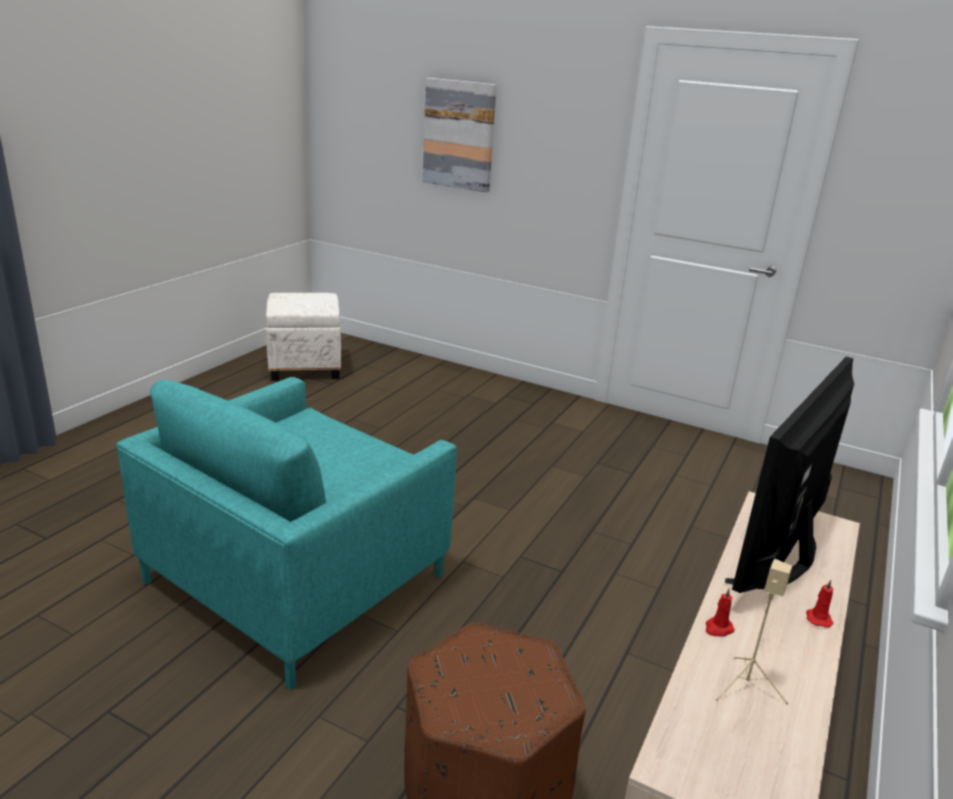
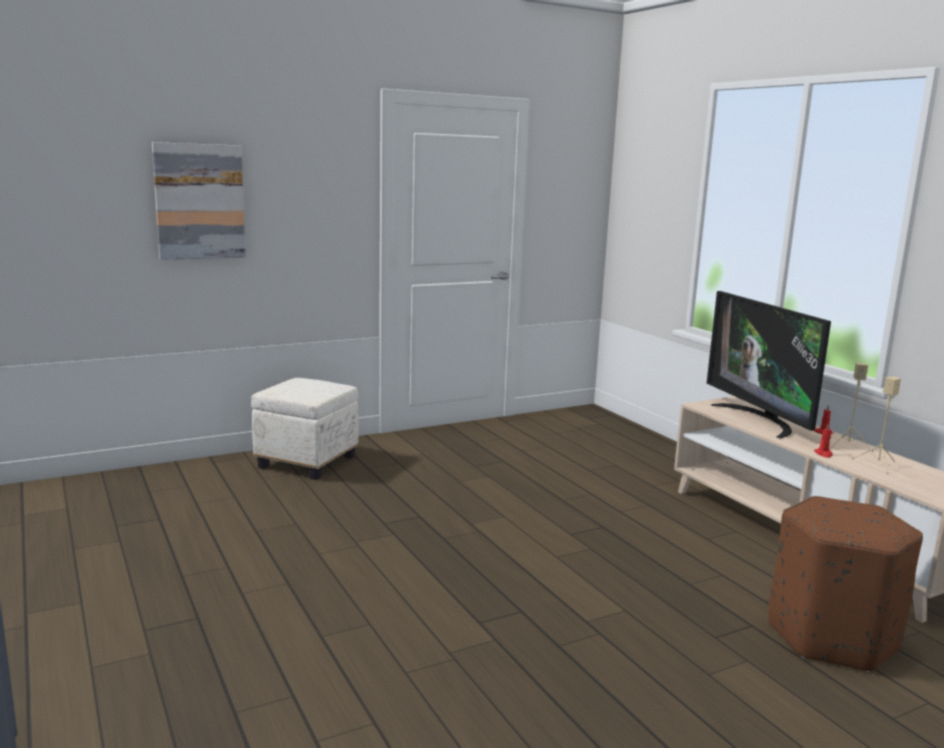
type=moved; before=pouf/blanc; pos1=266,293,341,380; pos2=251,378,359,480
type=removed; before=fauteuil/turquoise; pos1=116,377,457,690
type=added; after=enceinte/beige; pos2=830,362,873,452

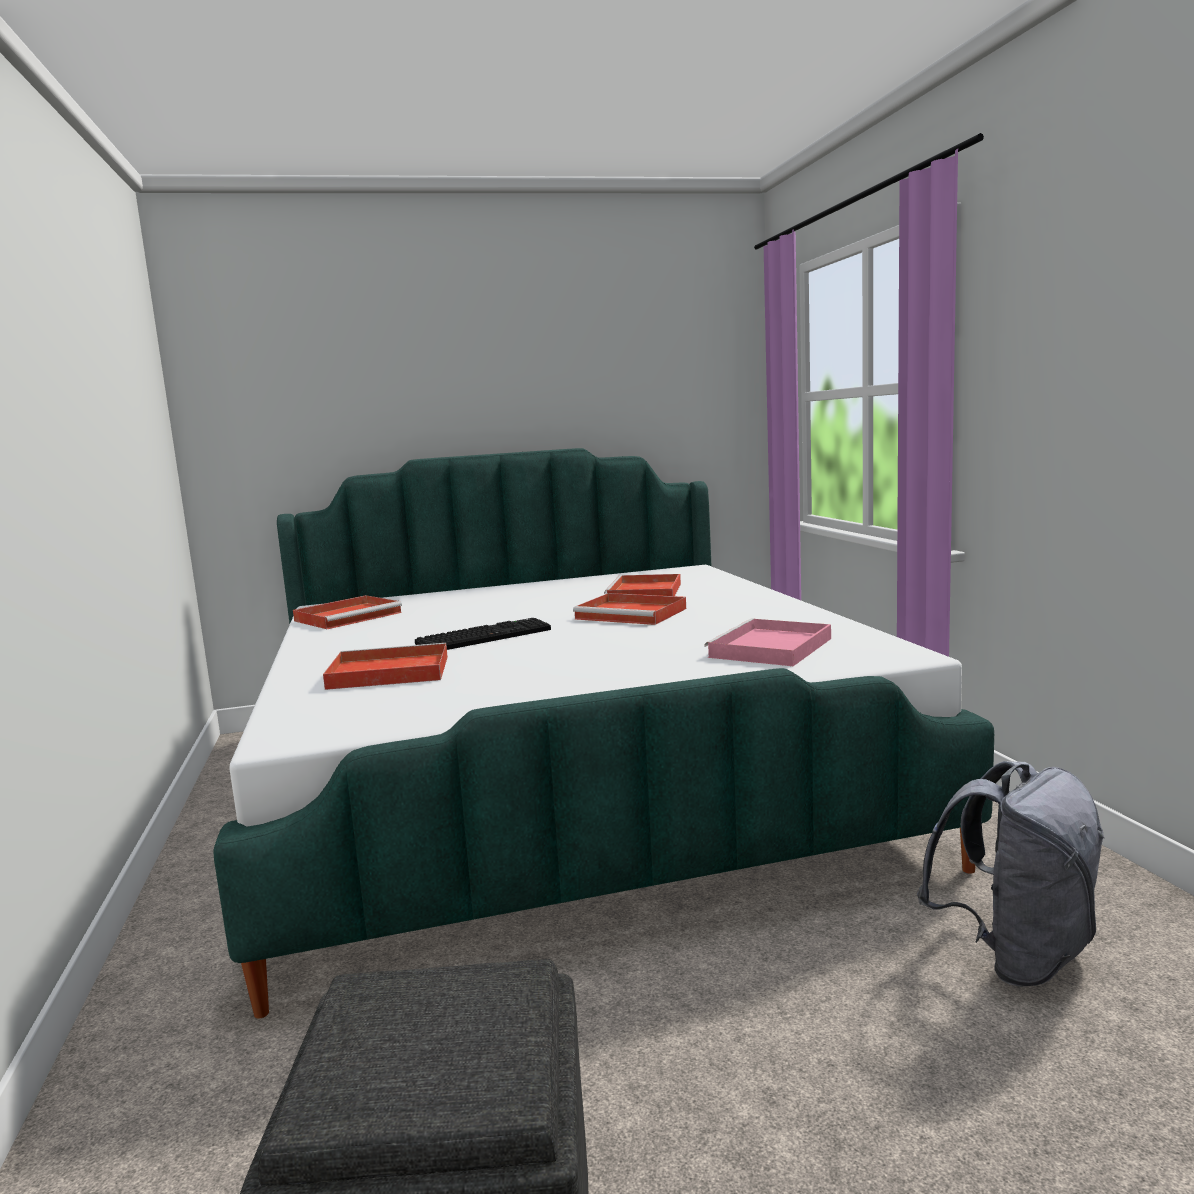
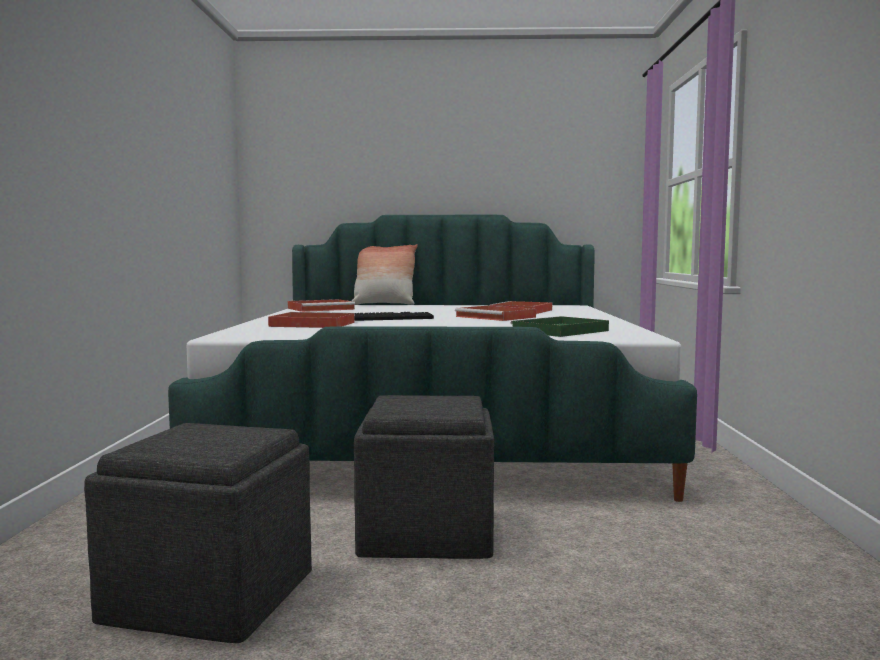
type=recoloured; before=plateau/rose; after=plateau/vert; pos1=705,618,831,666; pos2=511,316,609,337
type=removed; before=sac à dos/gris; pos1=917,761,1104,987
type=added; after=coussin; pos2=352,244,418,305
type=added; after=pouf/gris; pos2=354,395,494,559

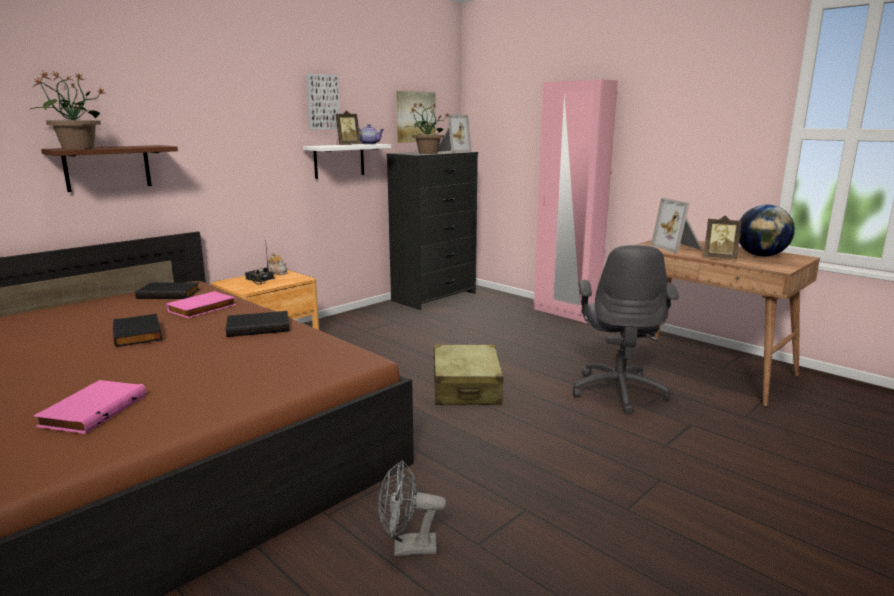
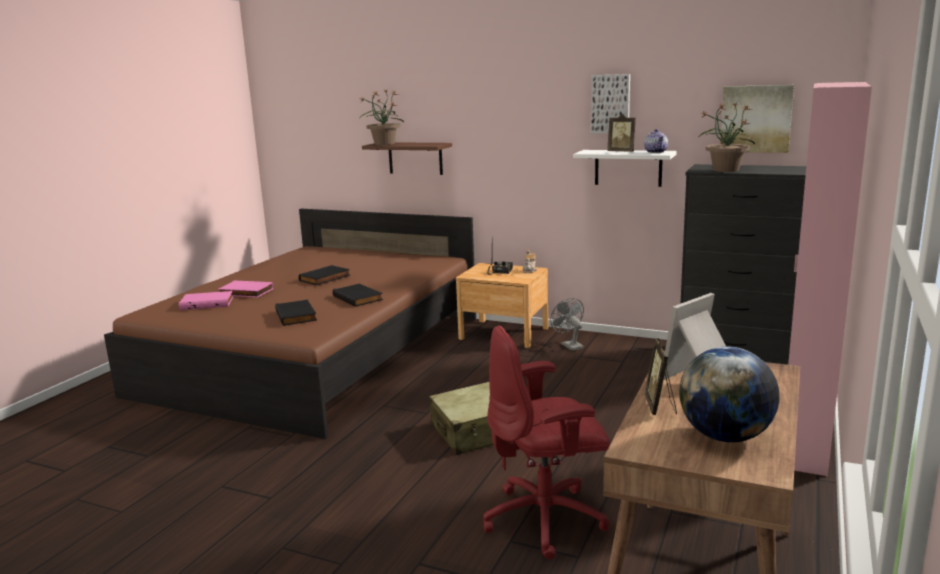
type=removed; before=cadre photo; pos1=438,115,472,153
type=recoloured; before=chaise de bureau/gris; after=chaise de bureau/rouge; pos1=573,245,679,414; pos2=483,326,610,559
type=moved; before=livre/noir; pos1=135,282,200,299; pos2=275,300,317,326
type=moved; before=livre/rose; pos1=166,291,236,318; pos2=218,280,273,298
type=moved; before=ventilateur/gris; pos1=378,460,447,556; pos2=550,298,584,351

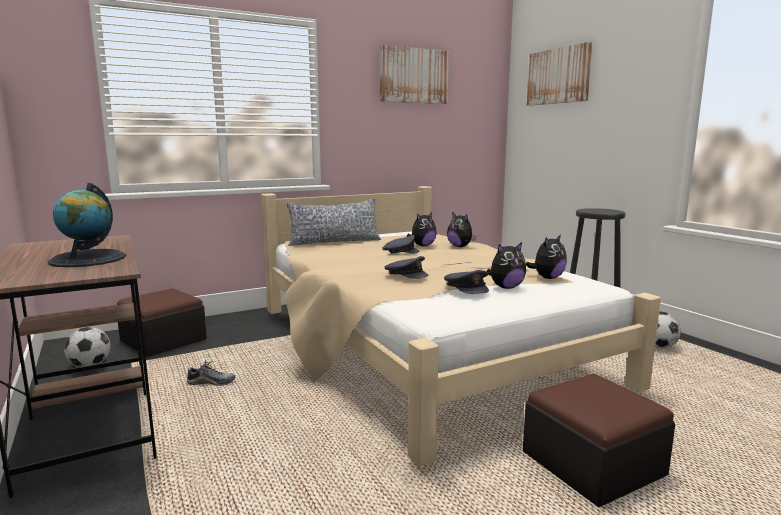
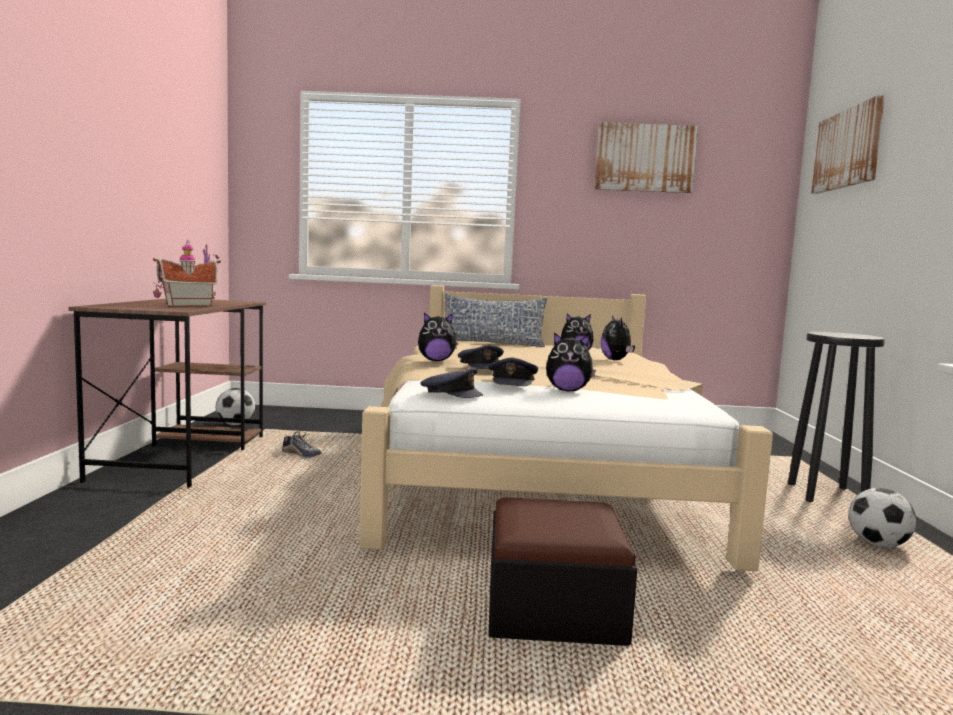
type=replaced; before=globe; after=maison miniature; pos1=48,183,126,267; pos2=153,240,221,306
type=moved; before=peluche; pos1=526,234,567,279; pos2=418,312,458,361
type=moved; before=casquette/gris; pos1=382,235,419,254; pos2=420,367,483,398
type=removed; before=pouf; pos1=117,288,207,357

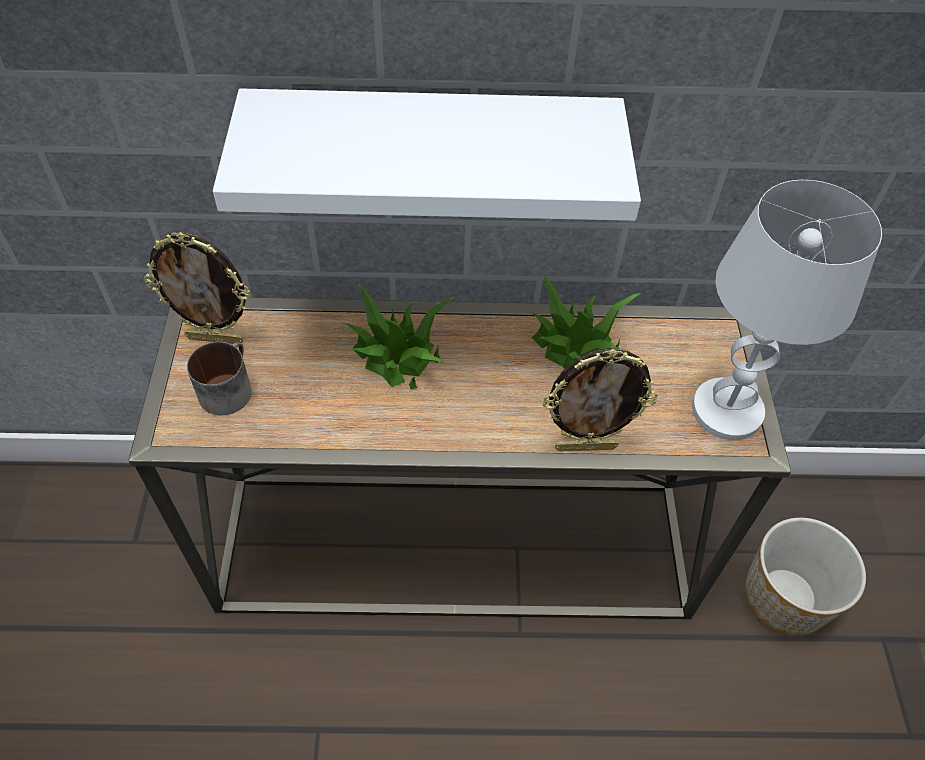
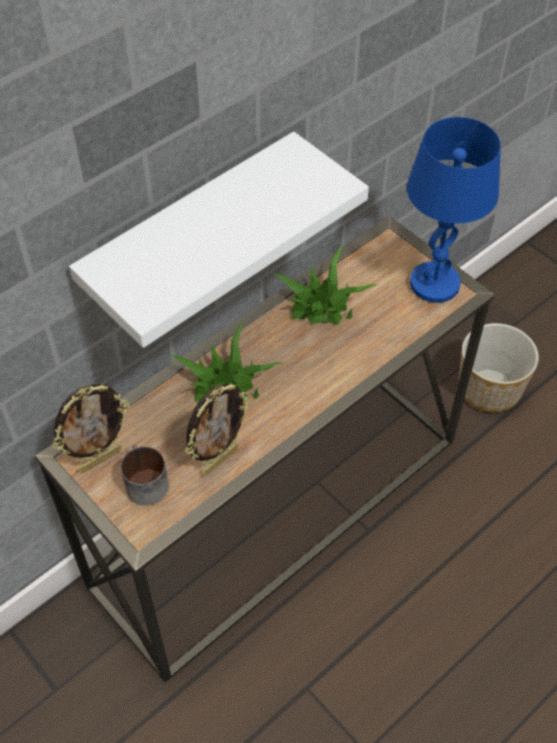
type=recoloured; before=lampe de table/blanc; after=lampe de table/bleu; pos1=692,180,882,440; pos2=407,117,501,303
type=moved; before=cadre photo; pos1=543,348,658,451; pos2=185,383,250,476

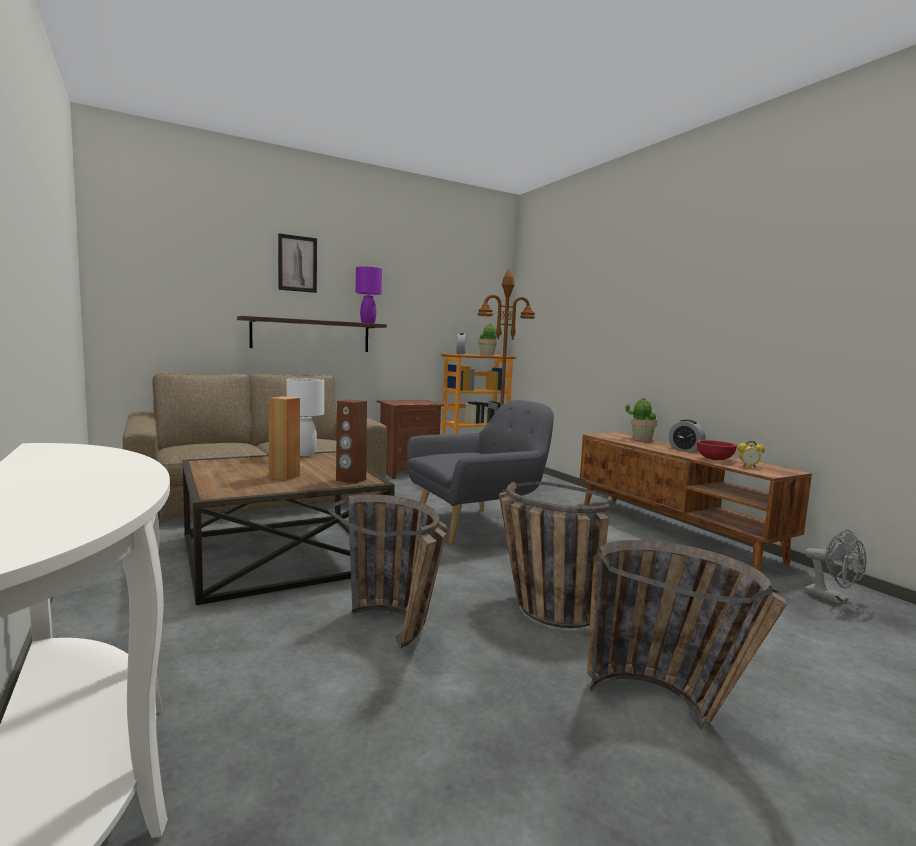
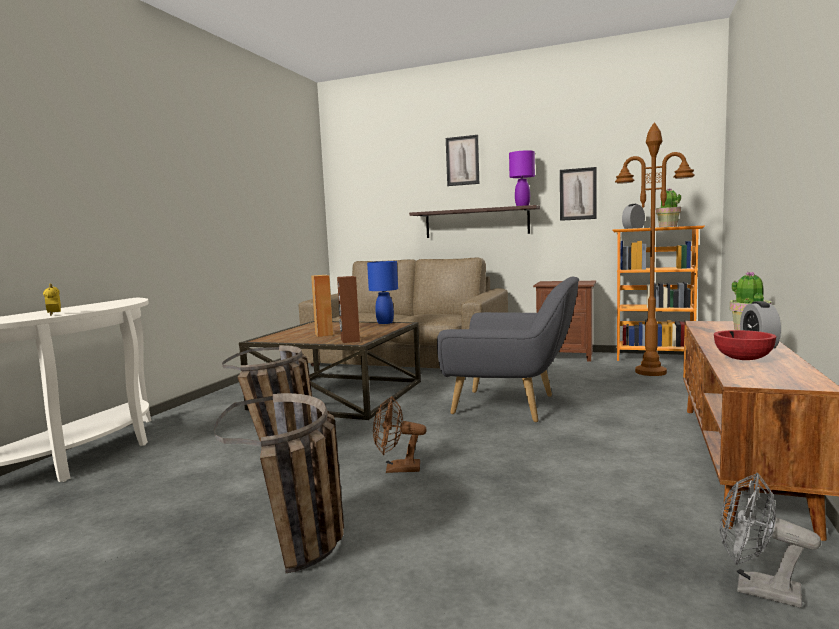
type=recoloured; before=lampe de table/blanc; after=lampe de table/bleu; pos1=286,378,324,456; pos2=367,261,398,324
type=moved; before=réveil; pos1=737,441,765,467; pos2=43,284,61,316
type=replaced; before=panier; after=ventilateur/marron; pos1=499,481,610,628; pos2=373,396,427,473
type=turned; before=ventilateur/gris; pos1=805,530,866,604; pos2=720,473,821,608; turn=105
type=added; after=tableau; pos2=560,167,597,221

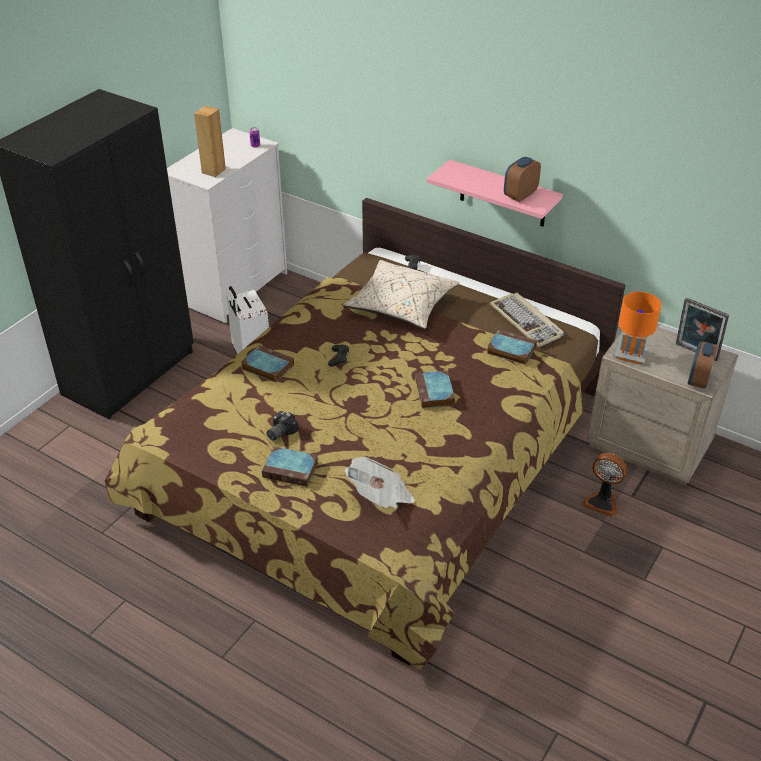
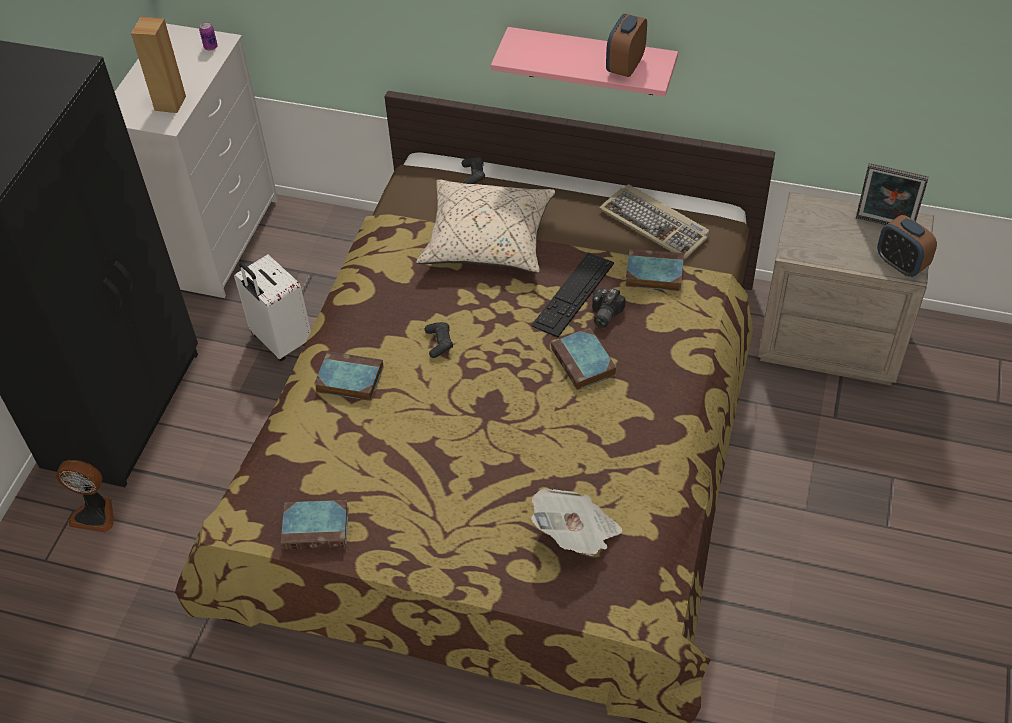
type=removed; before=lampe de table/orange; pos1=614,291,661,364
type=turned; before=réveil; pos1=688,341,718,389; pos2=877,215,937,277; turn=-45
type=moved; before=appareil photo; pos1=267,411,299,441; pos2=592,288,626,328
type=moved; before=livre; pos1=262,446,319,487; pos2=281,500,349,550
type=moved; before=ventilateur; pos1=582,453,627,517; pos2=56,460,114,532
type=added; after=clavier; pos2=531,253,614,338

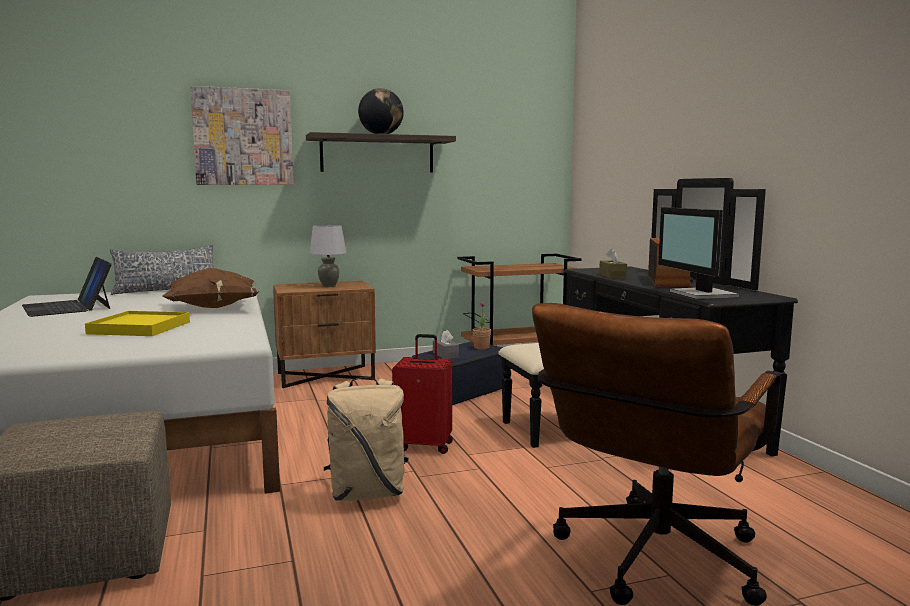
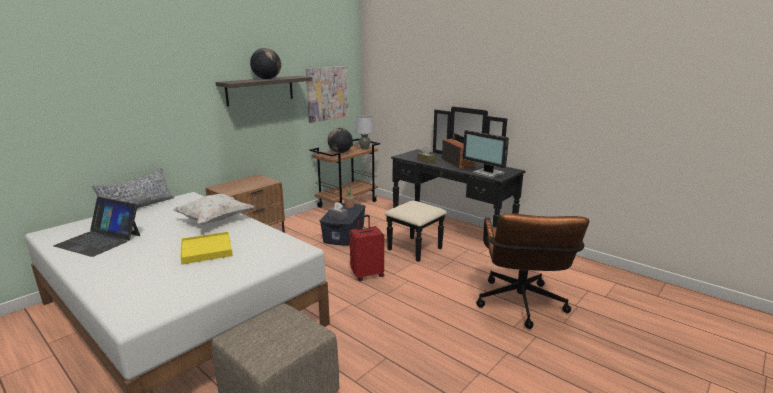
type=moved; before=tableau; pos1=190,86,294,185; pos2=306,66,349,123
type=moved; before=lampe de table/gris; pos1=310,225,347,287; pos2=355,116,374,150
type=recoloured; before=coussin/marron; after=coussin/blanc; pos1=162,268,259,308; pos2=173,194,254,225
type=removed; before=sac à dos/beige; pos1=324,377,409,501
type=added; after=globe; pos2=328,128,353,153

